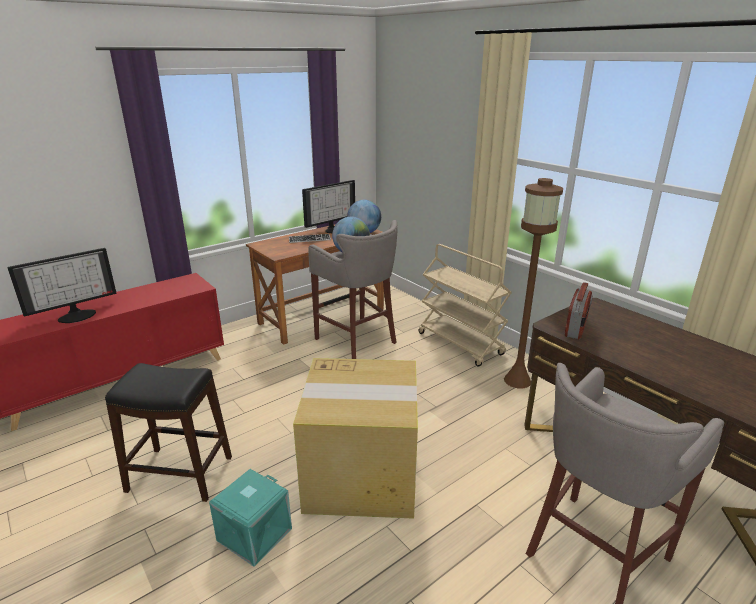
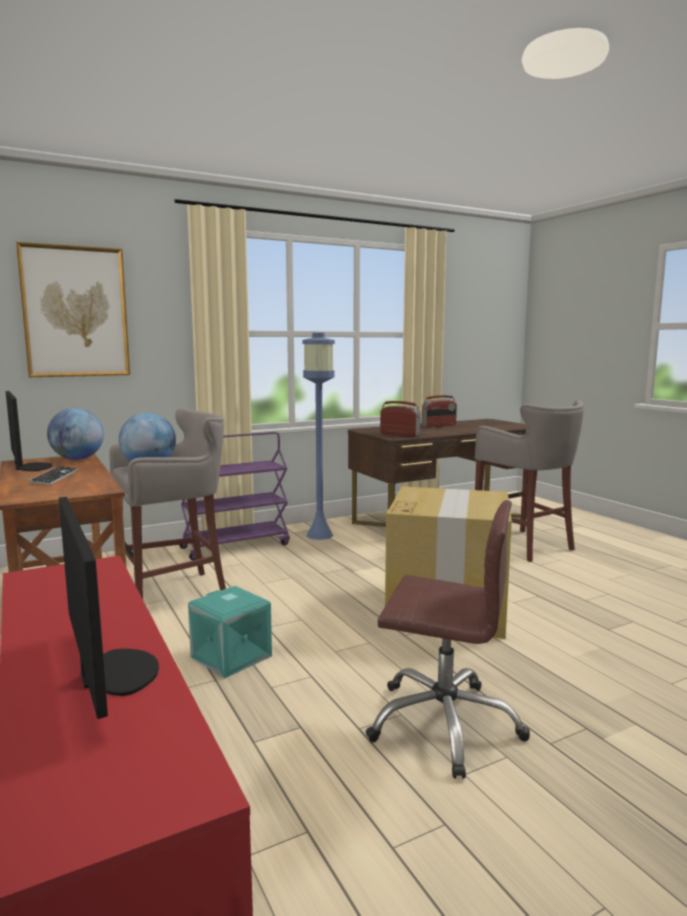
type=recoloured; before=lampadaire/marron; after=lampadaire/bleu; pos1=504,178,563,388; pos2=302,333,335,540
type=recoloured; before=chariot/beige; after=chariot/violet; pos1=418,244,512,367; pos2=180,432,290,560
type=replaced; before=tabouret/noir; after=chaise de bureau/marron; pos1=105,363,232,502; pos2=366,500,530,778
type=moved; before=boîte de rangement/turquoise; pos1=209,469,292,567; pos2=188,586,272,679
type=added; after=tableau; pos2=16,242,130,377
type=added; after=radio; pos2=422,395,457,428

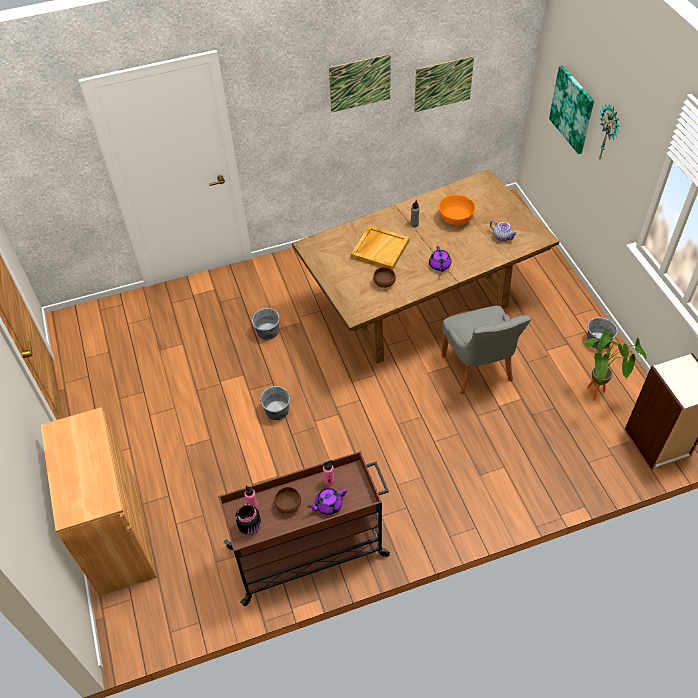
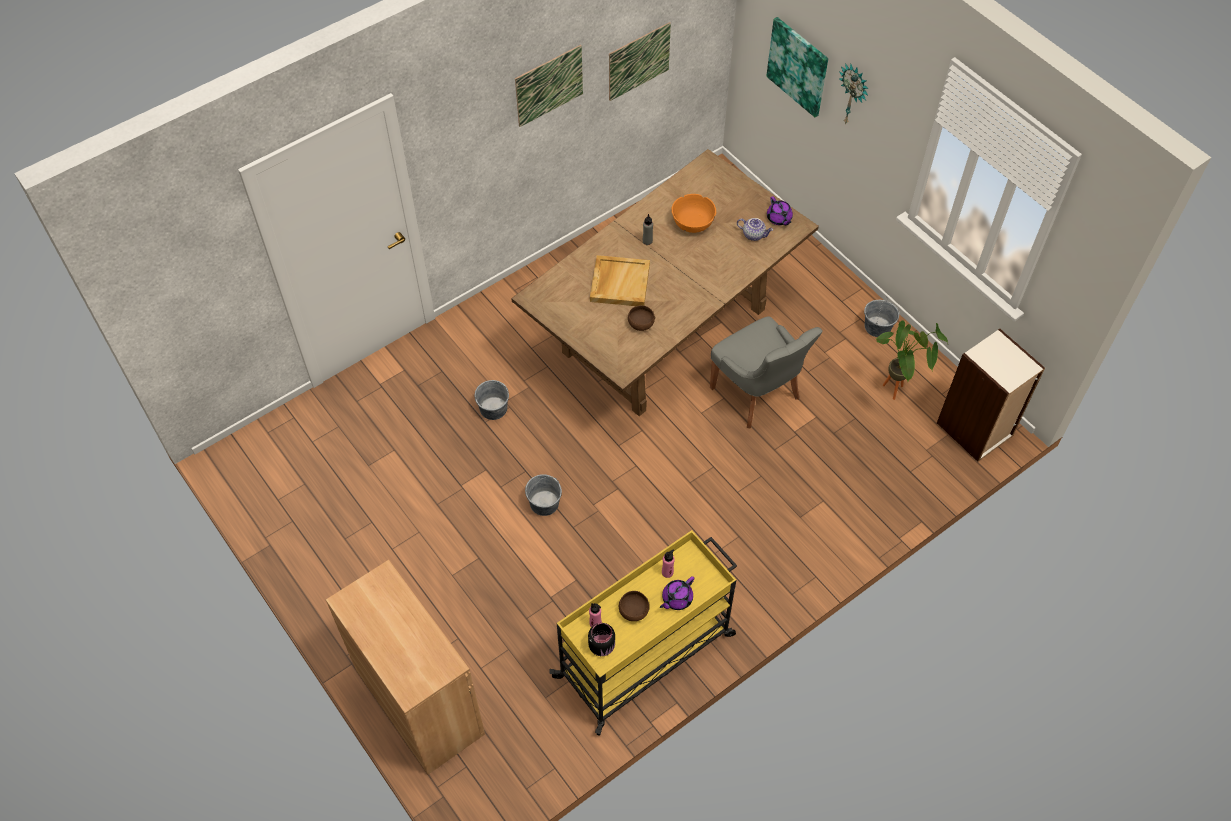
type=moved; before=théière/violet; pos1=429,246,451,271; pos2=767,196,793,225
type=recoloured; before=chariot/marron; after=chariot/jaune; pos1=218,451,390,606; pos2=549,530,737,736

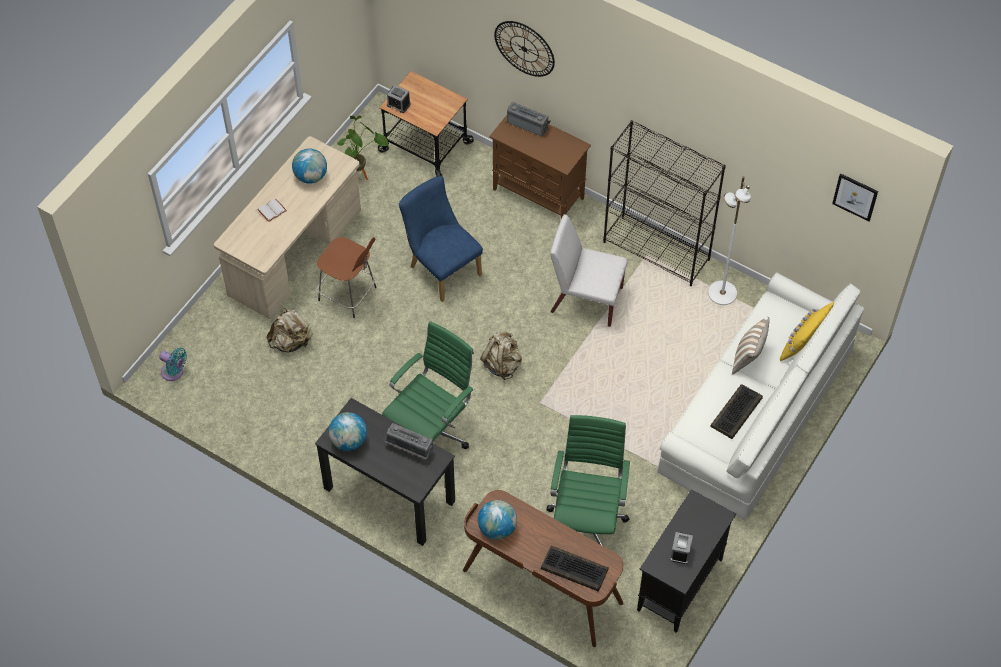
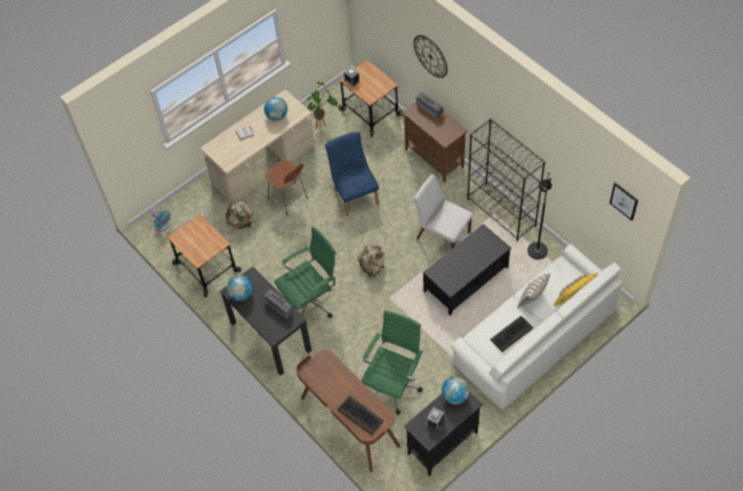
type=recoloured; before=lampadaire/blanc; after=lampadaire/noir; pos1=708,176,751,305; pos2=527,171,552,259
type=moved; before=globe; pos1=478,500,517,540; pos2=442,376,470,405
type=added; after=chariot; pos2=167,214,241,297
type=added; after=table basse/noir; pos2=423,224,511,315

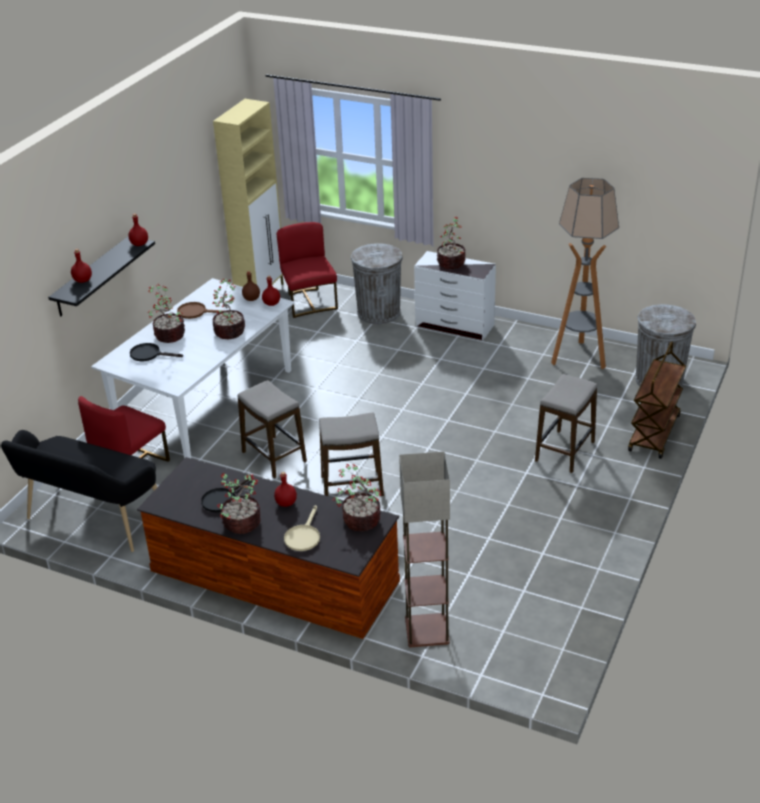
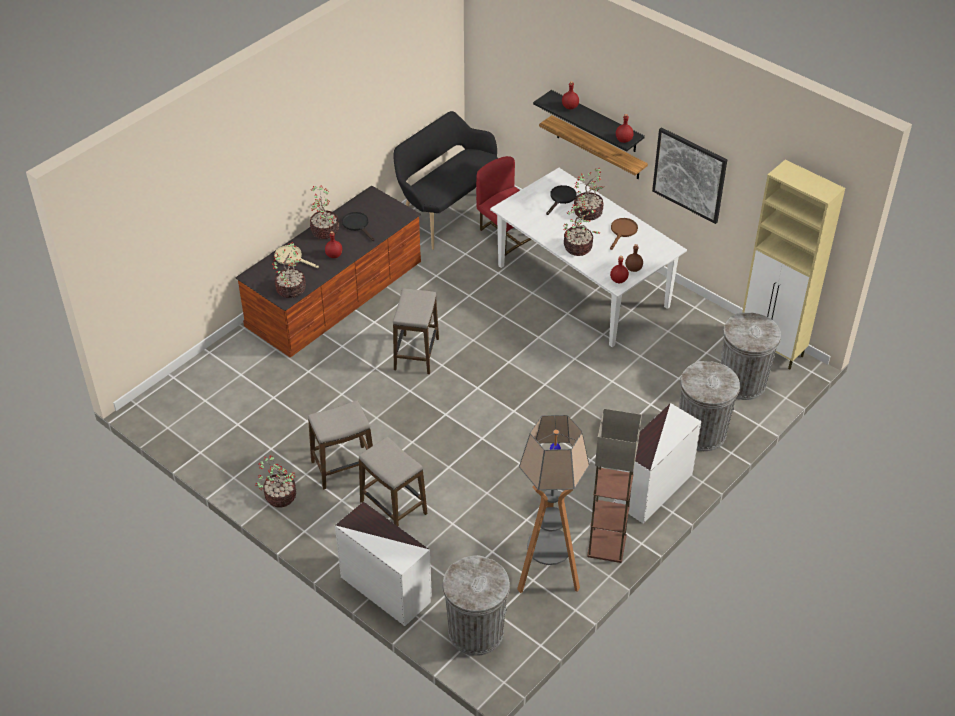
type=moved; before=plante en pot; pos1=437,217,466,269; pos2=255,455,296,507
type=replaced; before=chaise/rouge; after=poubelle/gris; pos1=277,222,338,318; pos2=721,313,781,400
type=replaced; before=chariot/marron; after=commode/blanc; pos1=628,341,686,459; pos2=335,502,432,626
type=moved; before=tabouret; pos1=238,380,307,478; pos2=308,401,373,489
type=moved; before=lampadaire; pos1=399,451,450,647; pos2=587,409,642,563
type=added; after=étagère; pos2=539,115,648,179
type=added; after=tableau; pos2=652,127,727,224

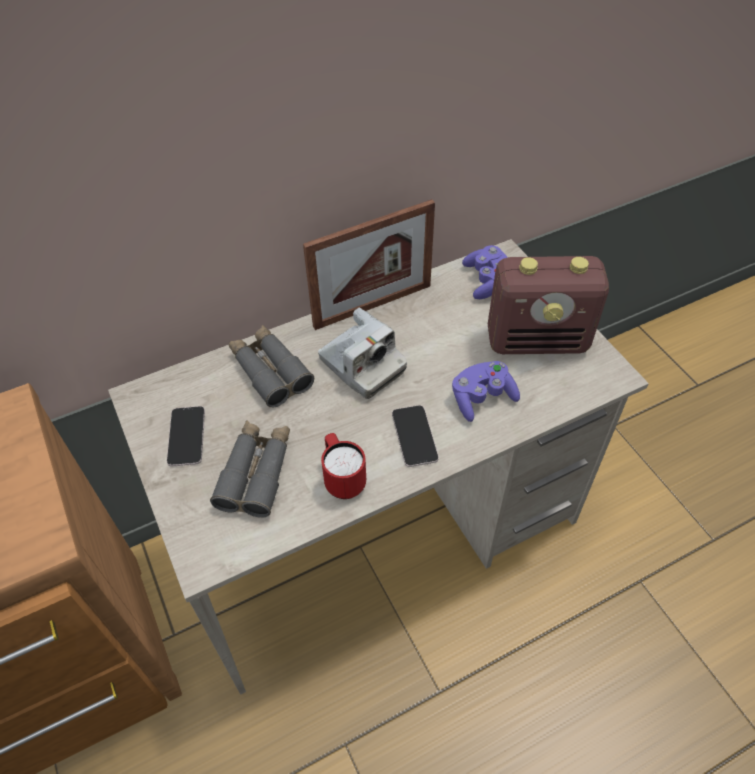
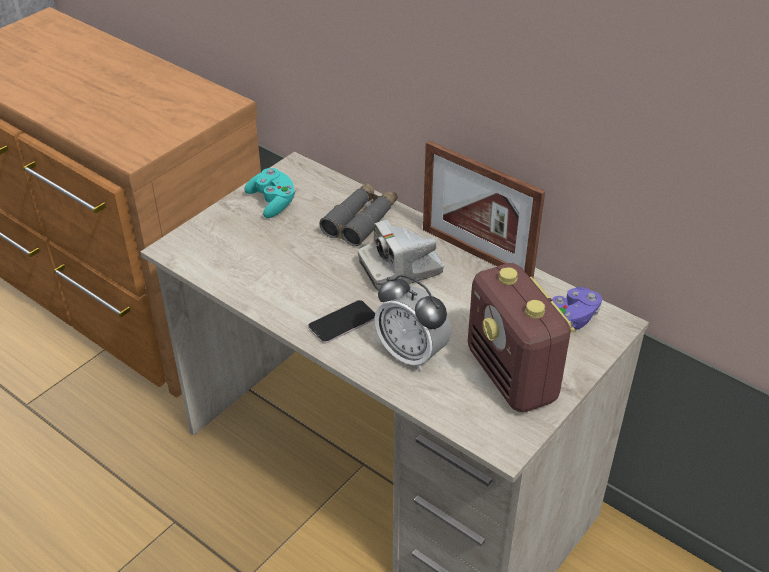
type=turned; before=appareil photo; pos1=318,307,407,399; pos2=358,220,444,291; turn=45
type=replaced; before=manette/violet; after=réveil; pos1=452,361,520,422; pos2=374,274,451,371
type=replaced; before=téléphone; after=manette/turquoise; pos1=167,406,205,467; pos2=244,168,296,218
type=removed; before=jumelles/gris; pos1=210,420,290,518
type=removed; before=mug/rouge; pos1=321,433,366,499

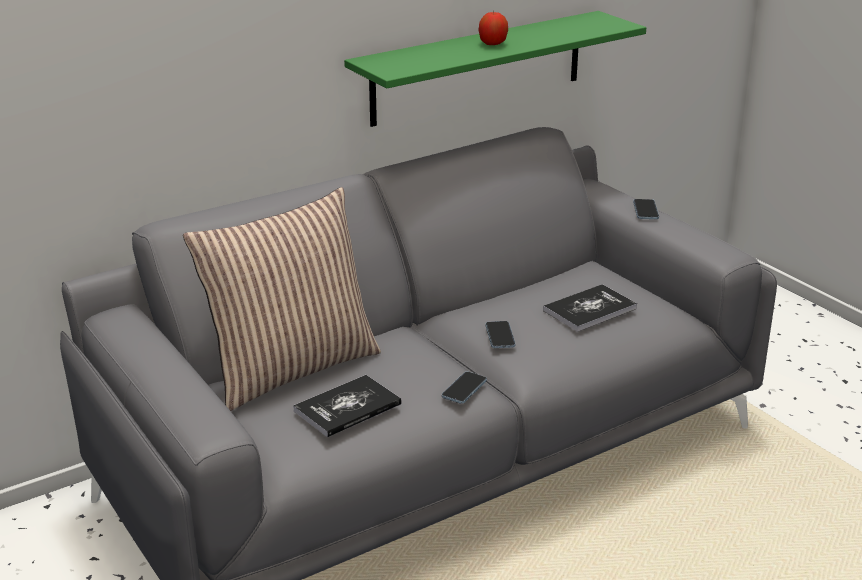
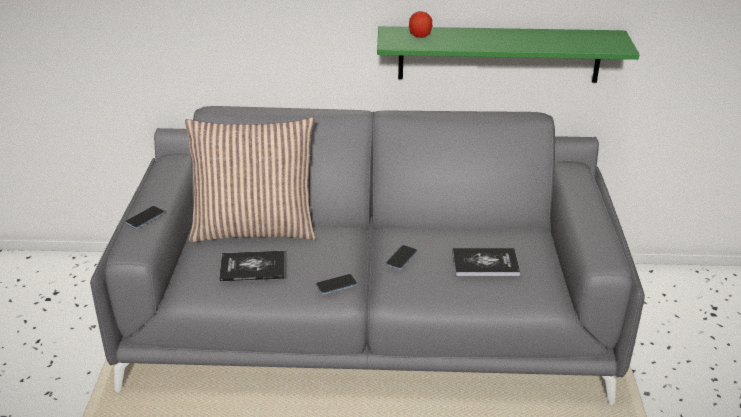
type=moved; before=pomme; pos1=478,11,508,45; pos2=409,11,432,38
type=moved; before=téléphone; pos1=633,199,659,219; pos2=125,206,165,229

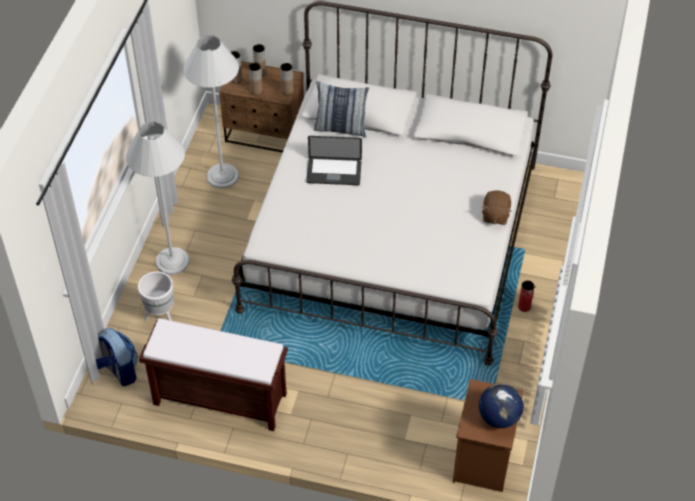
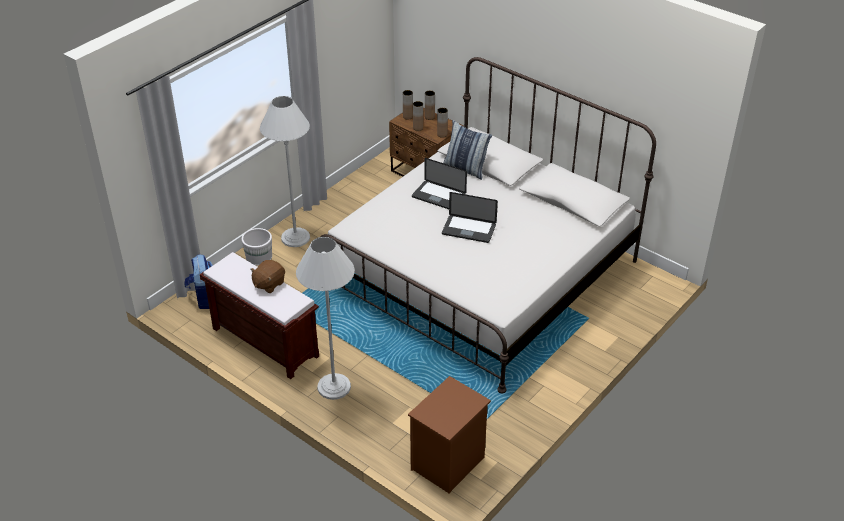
type=moved; before=lampadaire/blanc; pos1=183,35,239,189; pos2=296,237,355,400
type=moved; before=peluche/marron; pos1=481,190,512,225; pos2=250,260,285,293
type=removed; before=vase/rouge; pos1=518,280,534,312
type=removed; before=globe; pos1=479,383,524,428
type=added; after=ordinateur portable; pos2=442,192,498,243

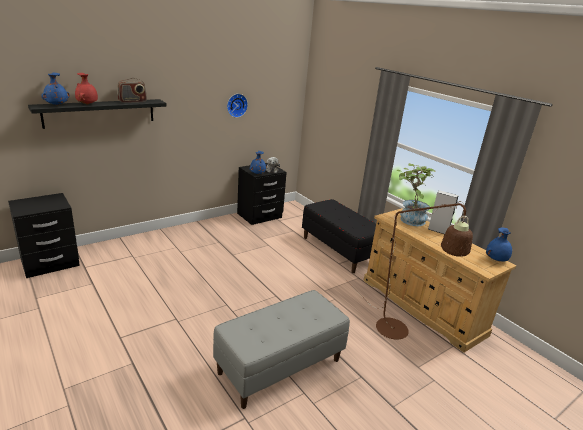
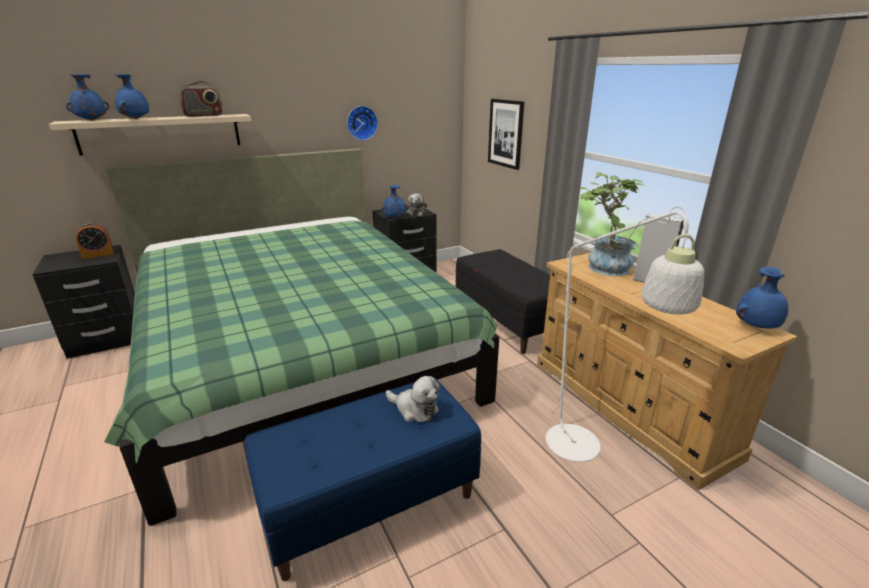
type=recoloured; before=vase/rouge; after=vase/bleu; pos1=75,73,98,105; pos2=115,74,149,119
type=recoloured; before=étagère/noir; after=étagère/beige; pos1=28,99,166,129; pos2=49,114,251,155
type=recoloured; before=lampadaire/marron; after=lampadaire/blanc; pos1=346,201,473,340; pos2=509,207,704,462
type=recoloured; before=banc/gris; after=banc/bleu; pos1=213,290,350,409; pos2=245,377,481,581
type=added; after=tableau; pos2=488,99,524,170
type=added; after=lit/vert; pos2=104,148,499,526
type=added; after=réveil; pos2=76,223,114,259
type=added; after=peluche; pos2=386,376,440,422

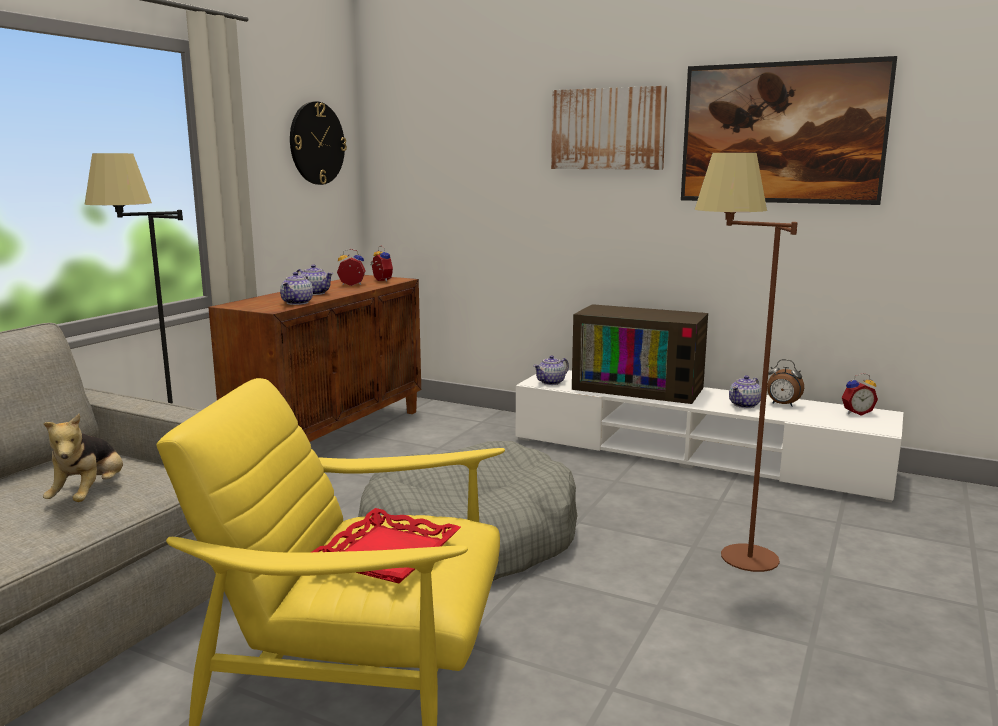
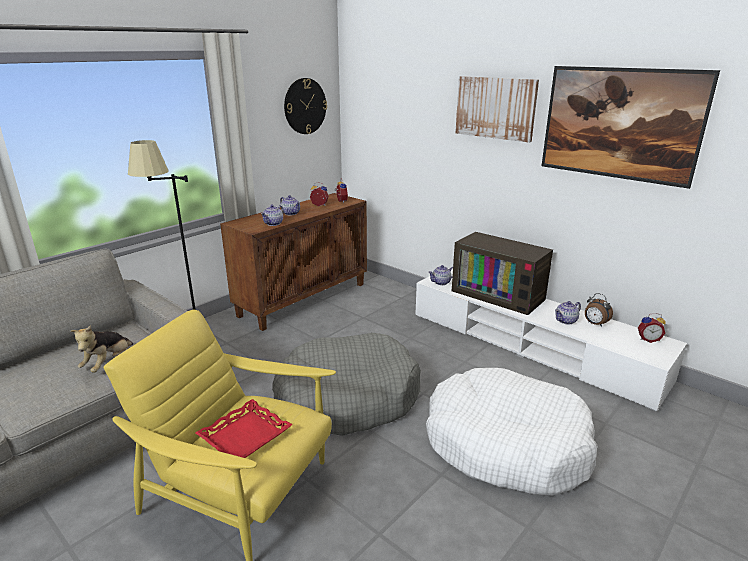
type=replaced; before=lampadaire/marron; after=panier pour chien/blanc; pos1=695,153,798,572; pos2=426,368,597,496

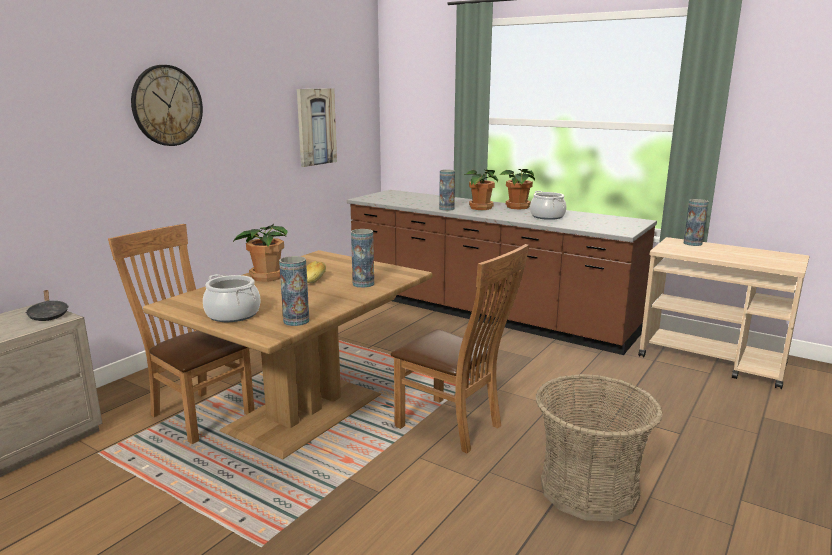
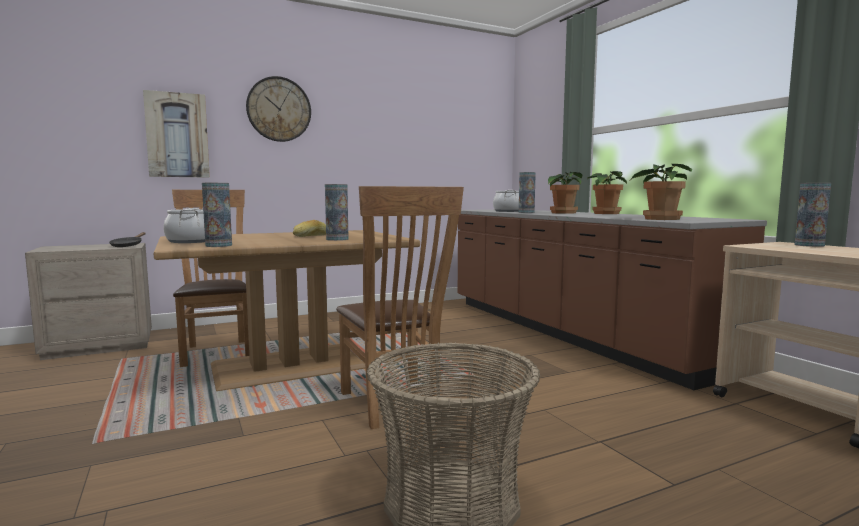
type=moved; before=tableau; pos1=297,88,337,167; pos2=143,90,210,178
type=moved; before=marmite; pos1=530,191,566,220; pos2=493,190,519,212
type=moved; before=plante en pot; pos1=232,224,288,282; pos2=630,164,692,220

